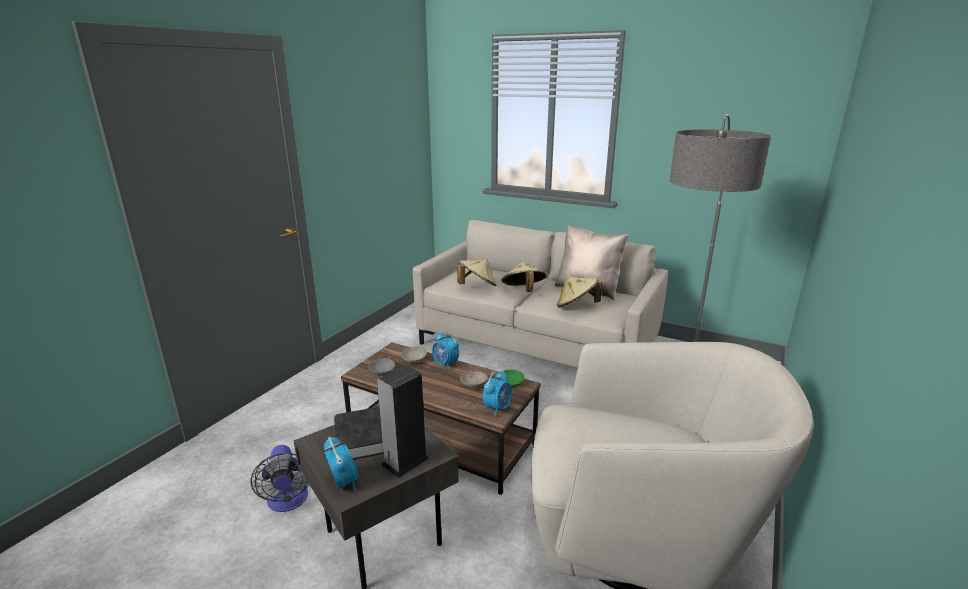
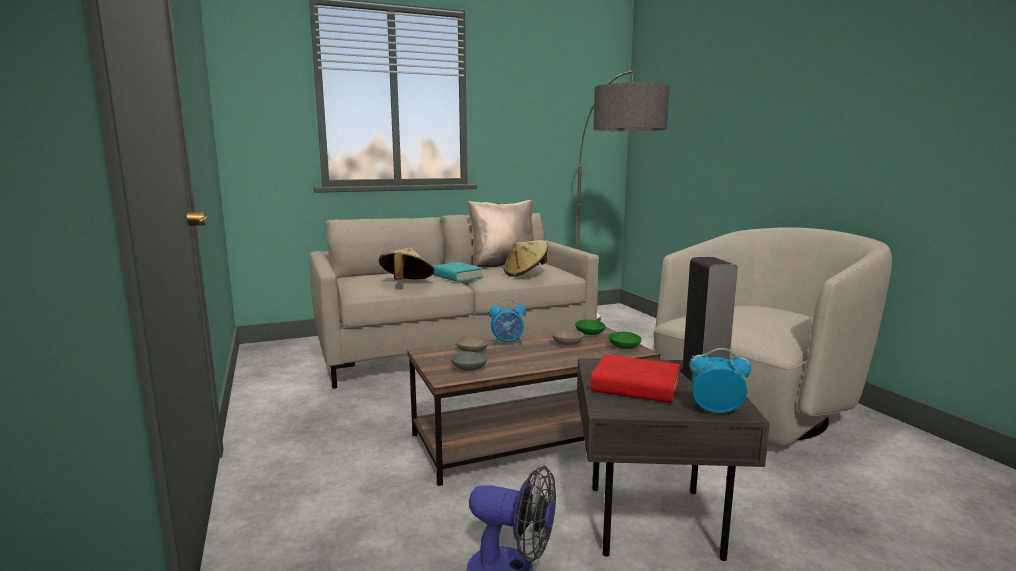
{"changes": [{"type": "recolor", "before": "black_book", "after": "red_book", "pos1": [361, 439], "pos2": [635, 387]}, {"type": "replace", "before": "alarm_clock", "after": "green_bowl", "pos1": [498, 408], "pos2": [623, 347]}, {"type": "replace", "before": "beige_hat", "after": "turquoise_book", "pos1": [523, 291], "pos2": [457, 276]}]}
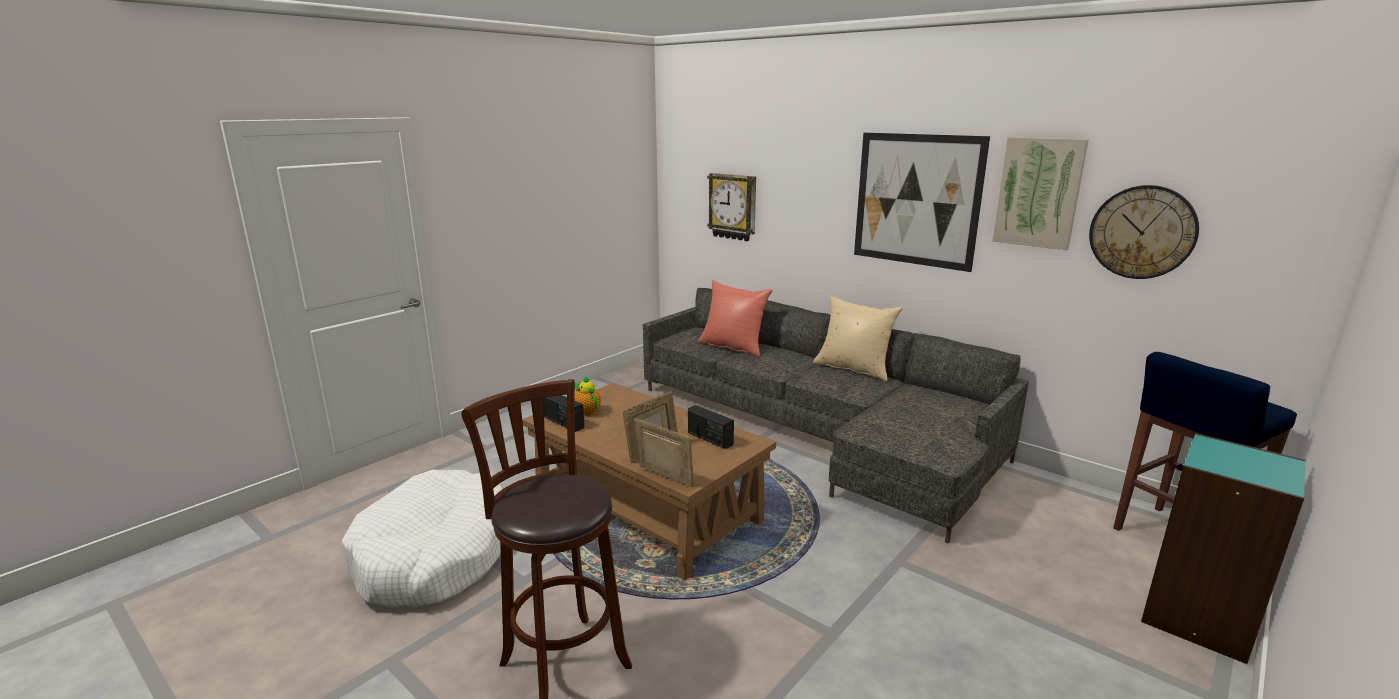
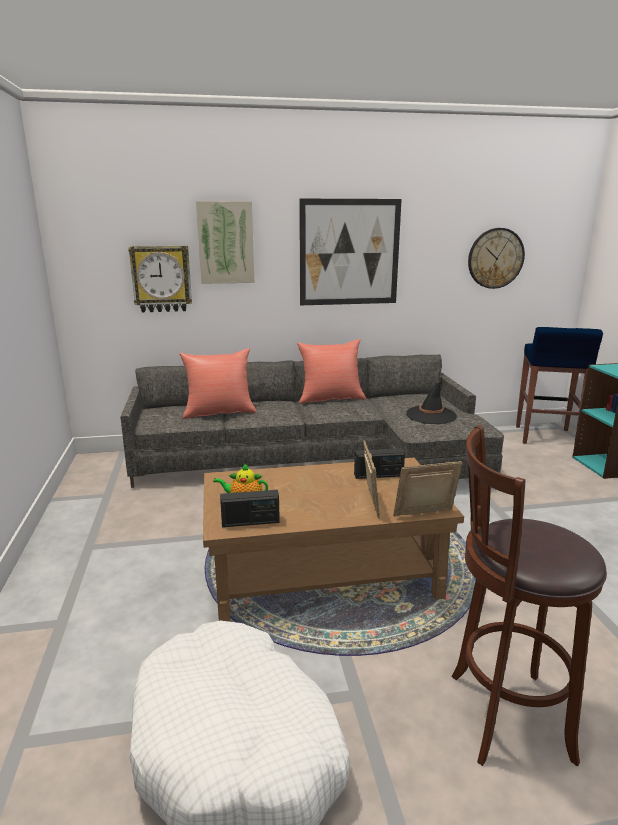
{"changes": [{"type": "recolor", "before": "beige_pillow", "after": "red_pillow", "pos1": [853, 368], "pos2": [330, 398]}, {"type": "move", "before": "picture", "pos1": [1038, 192], "pos2": [225, 242]}, {"type": "insert", "after": "black_hat", "pos2": [431, 415]}]}
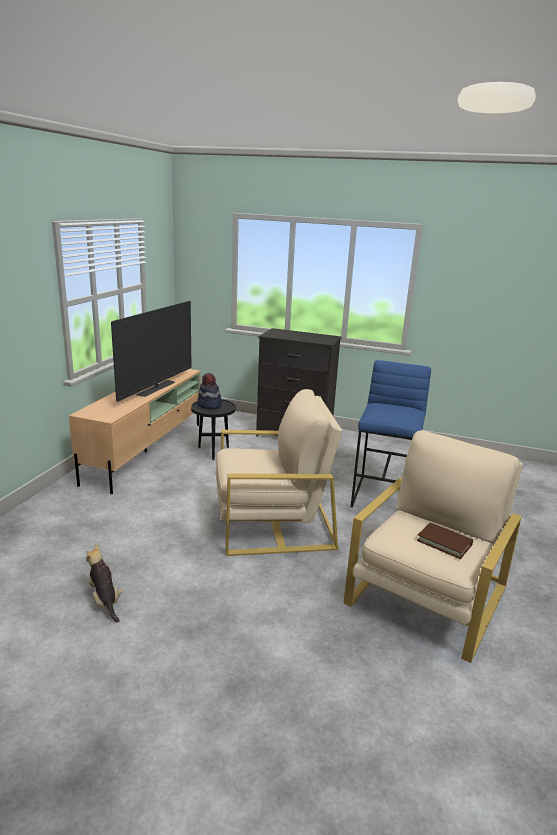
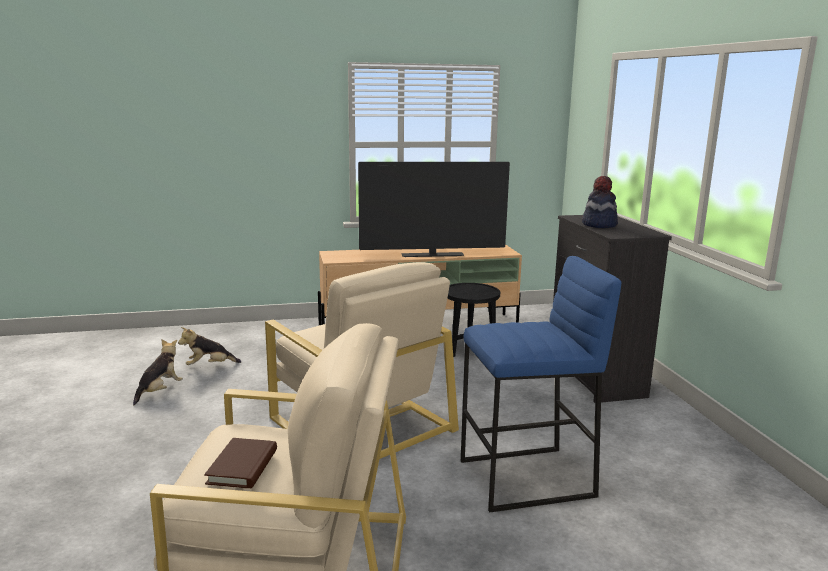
{"changes": [{"type": "move", "before": "hat", "pos1": [209, 405], "pos2": [598, 225]}, {"type": "insert", "after": "plush_toy", "pos2": [209, 366]}]}
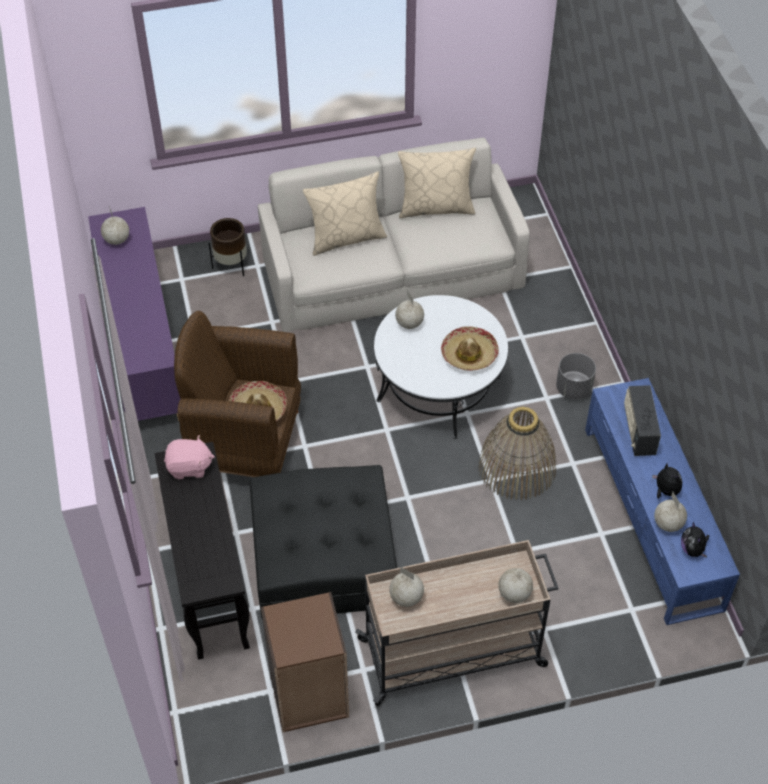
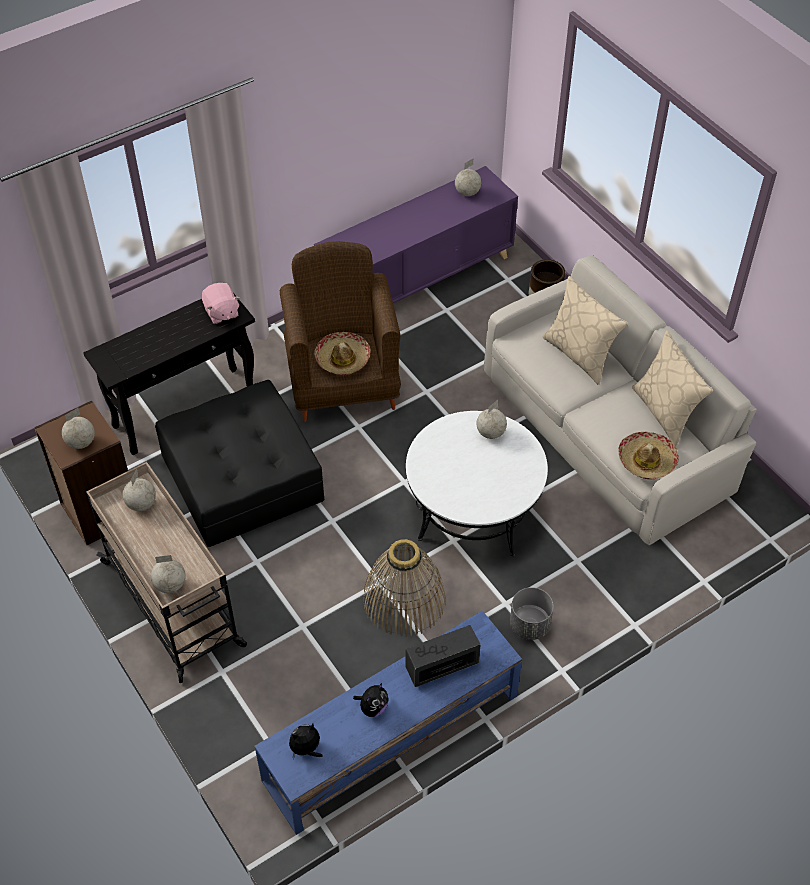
{"changes": [{"type": "move", "before": "hat", "pos1": [469, 354], "pos2": [647, 460]}, {"type": "move", "before": "globe", "pos1": [668, 524], "pos2": [81, 442]}]}
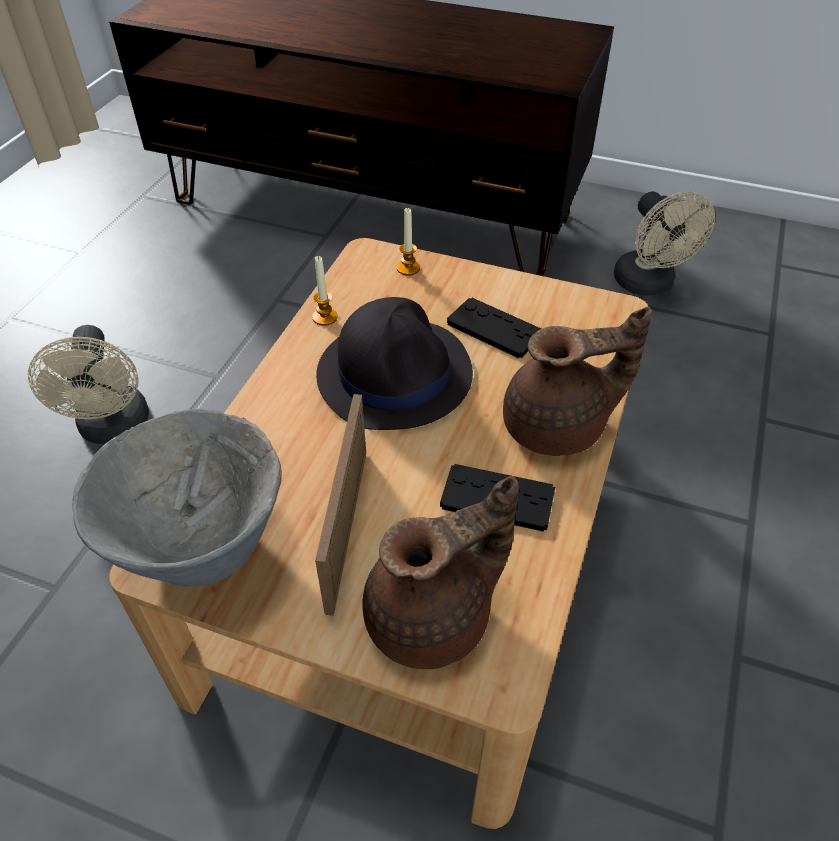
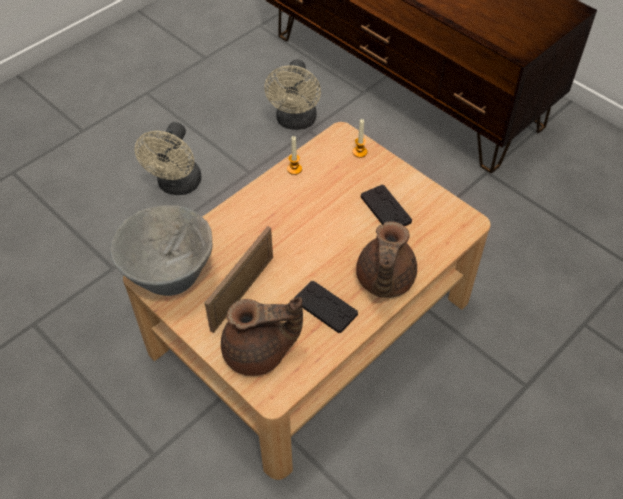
{"changes": [{"type": "delete", "before": "black_hat", "pos1": [395, 374]}, {"type": "rotate", "before": "brown_teapot", "pos1": [558, 427], "pos2": [384, 281], "turn": 90}, {"type": "move", "before": "beige_fan", "pos1": [648, 285], "pos2": [295, 122]}]}
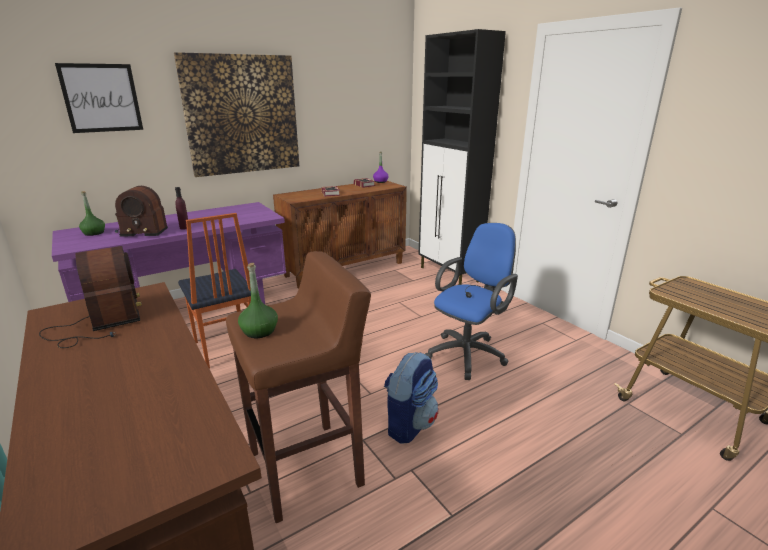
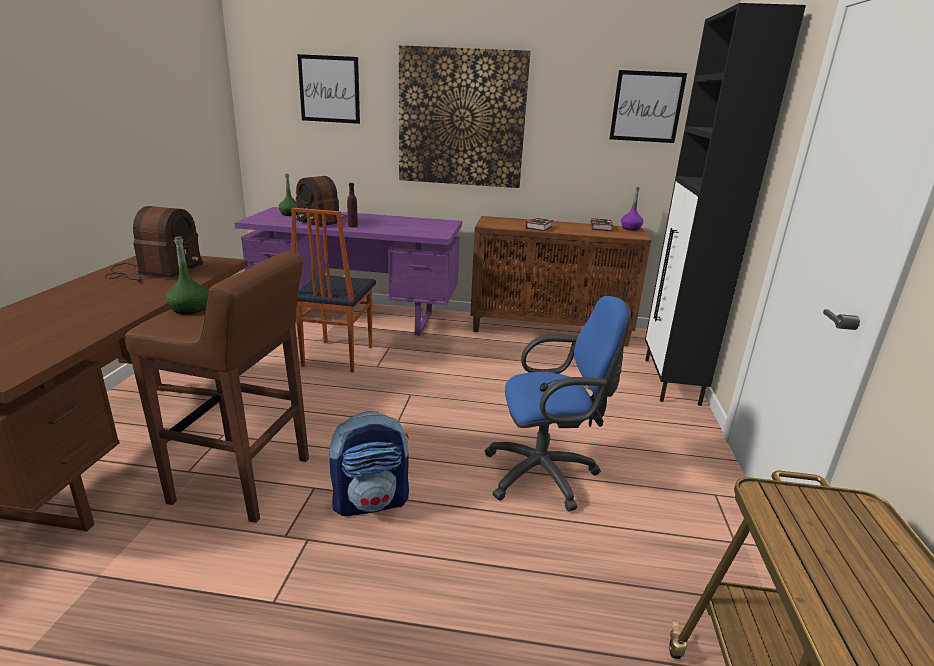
{"changes": [{"type": "insert", "after": "picture", "pos2": [646, 107]}]}
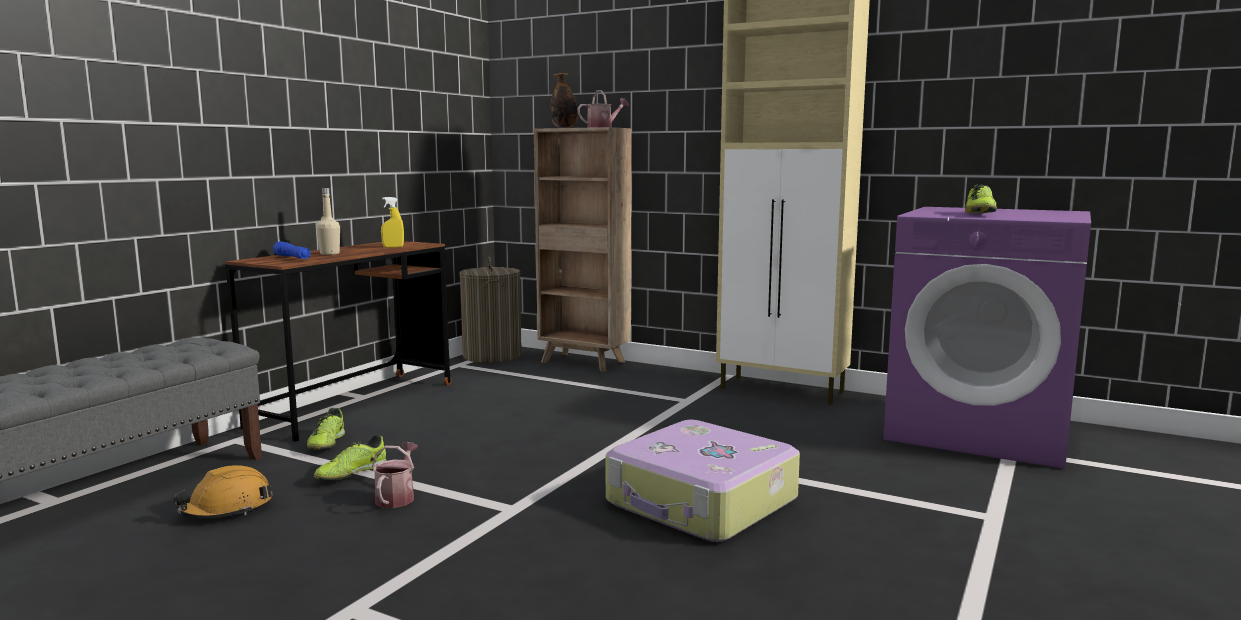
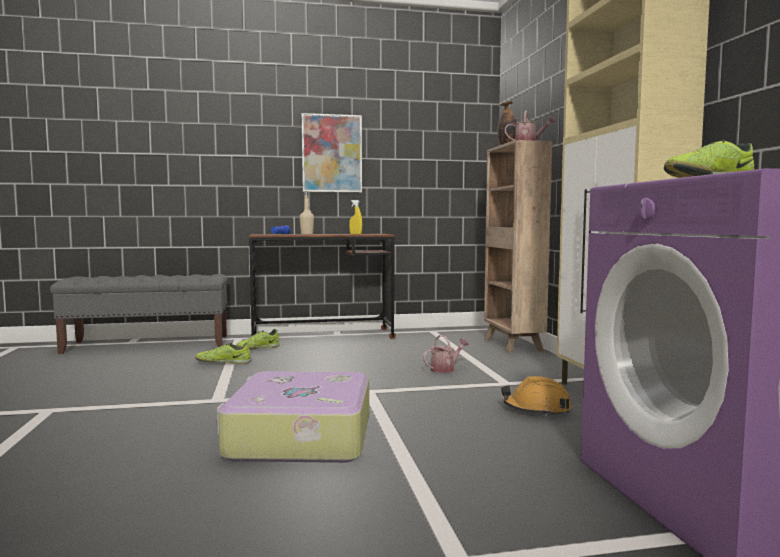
{"changes": [{"type": "move", "before": "orange_hard_hat", "pos1": [227, 509], "pos2": [536, 409]}, {"type": "move", "before": "watering_can", "pos1": [397, 497], "pos2": [445, 369]}, {"type": "delete", "before": "laundry_basket", "pos1": [492, 356]}, {"type": "insert", "after": "picture", "pos2": [332, 153]}]}
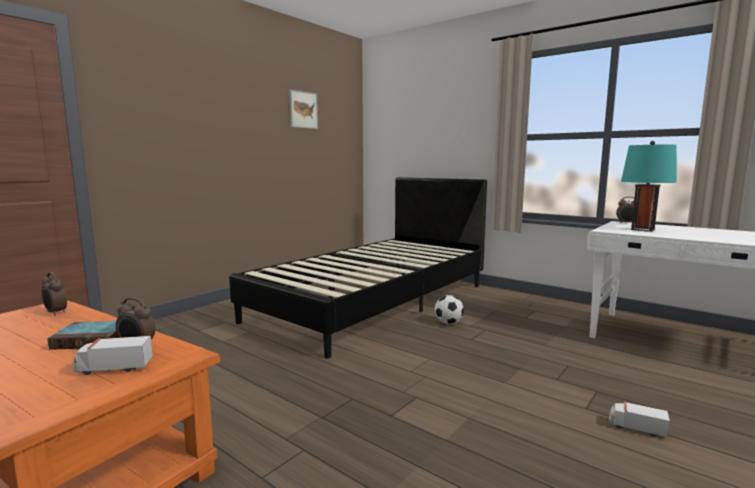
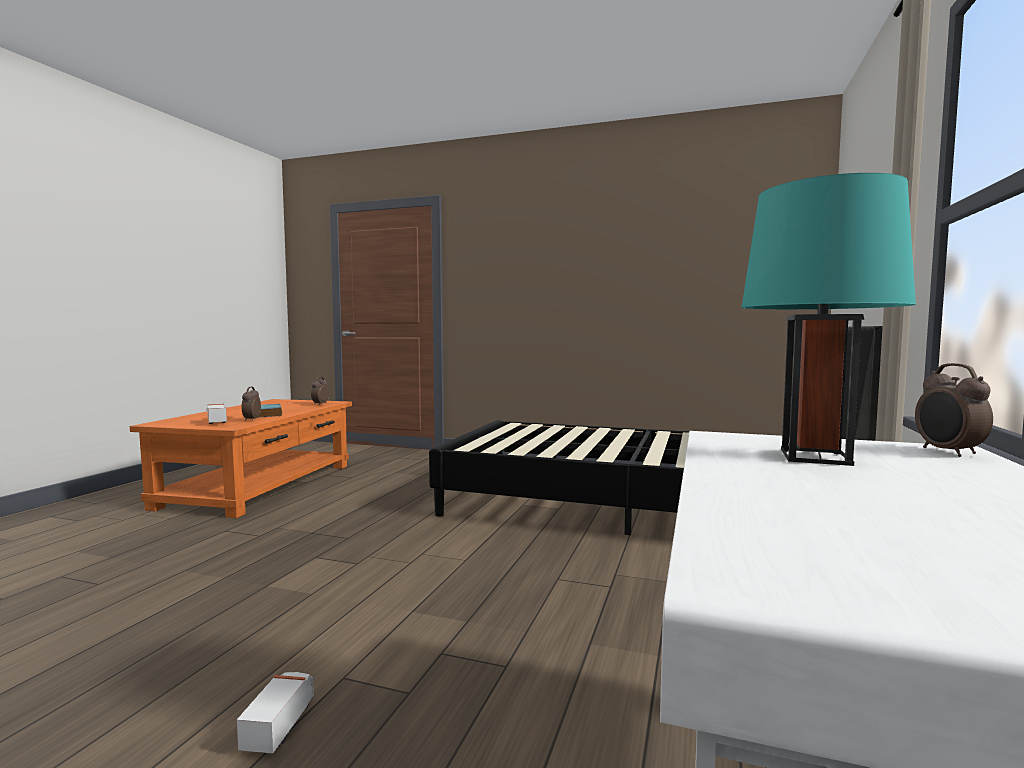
{"changes": [{"type": "delete", "before": "picture", "pos1": [303, 110]}, {"type": "delete", "before": "football", "pos1": [448, 323]}]}
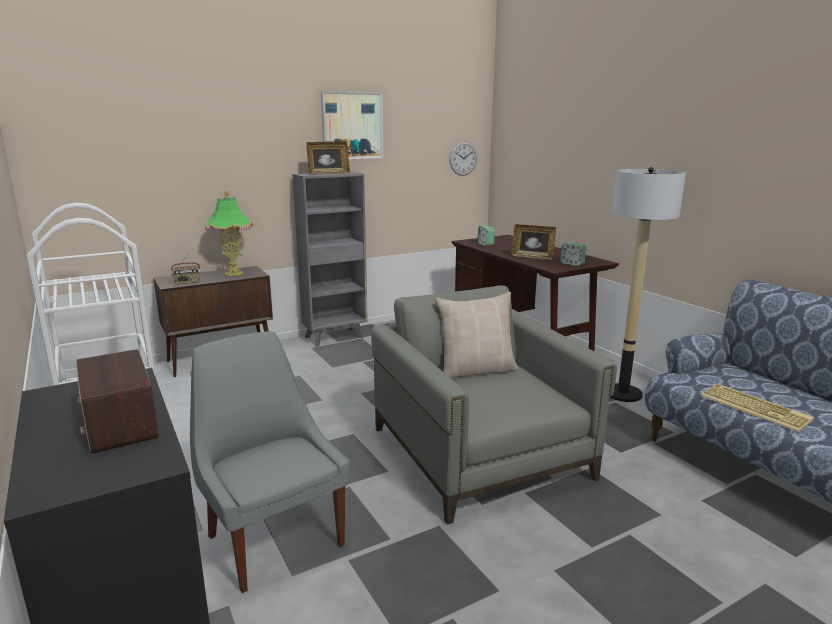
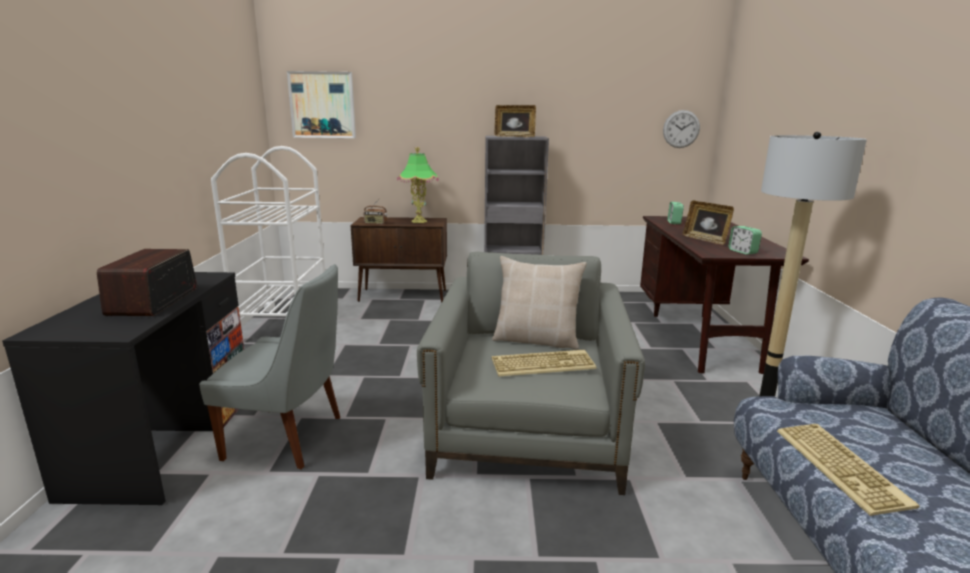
{"changes": [{"type": "rotate", "before": "grey_chair", "pos1": [273, 538], "pos2": [289, 438], "turn": 105}, {"type": "move", "before": "picture", "pos1": [352, 125], "pos2": [322, 105]}, {"type": "insert", "after": "keyboard", "pos2": [543, 363]}]}
